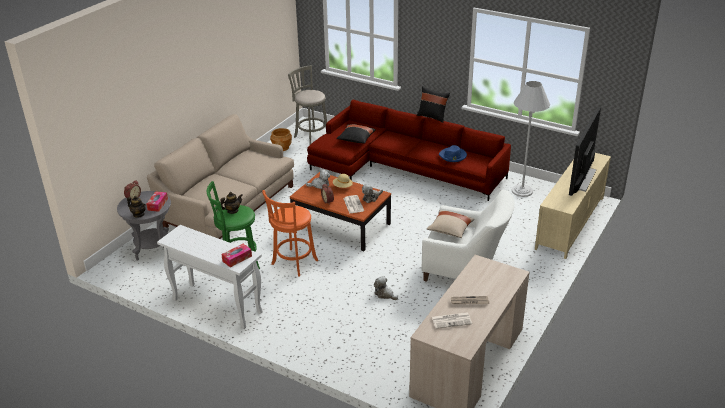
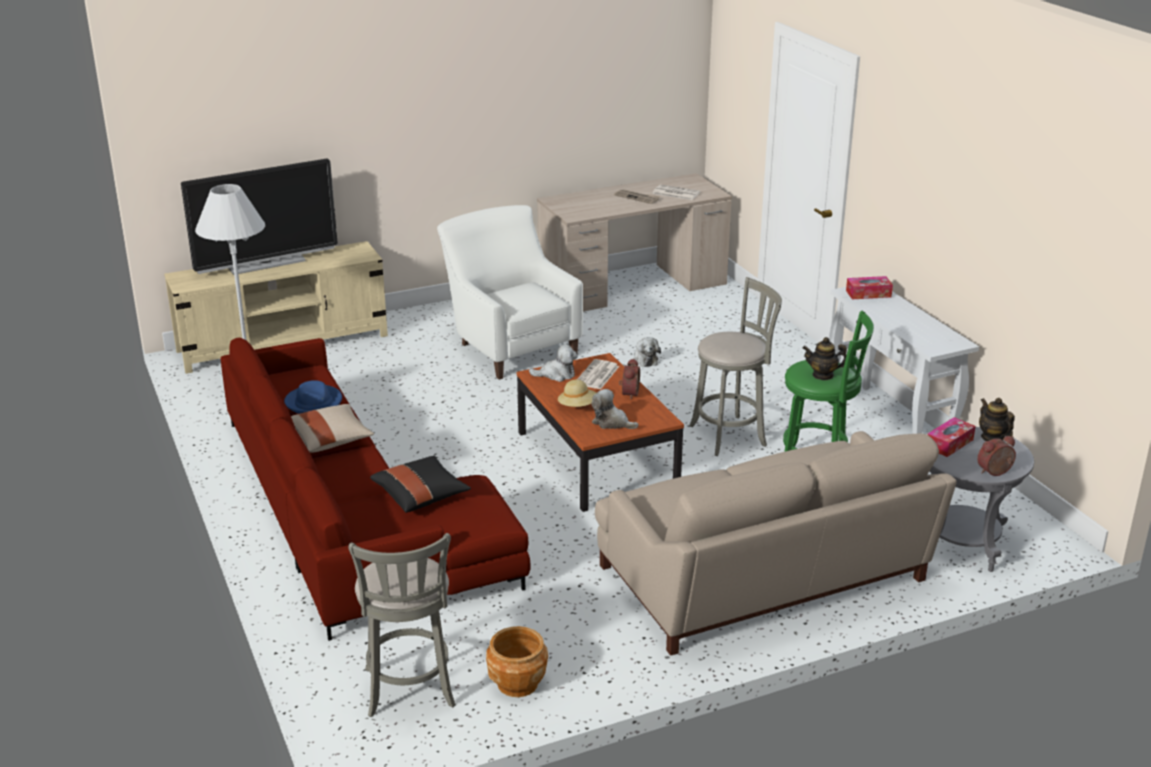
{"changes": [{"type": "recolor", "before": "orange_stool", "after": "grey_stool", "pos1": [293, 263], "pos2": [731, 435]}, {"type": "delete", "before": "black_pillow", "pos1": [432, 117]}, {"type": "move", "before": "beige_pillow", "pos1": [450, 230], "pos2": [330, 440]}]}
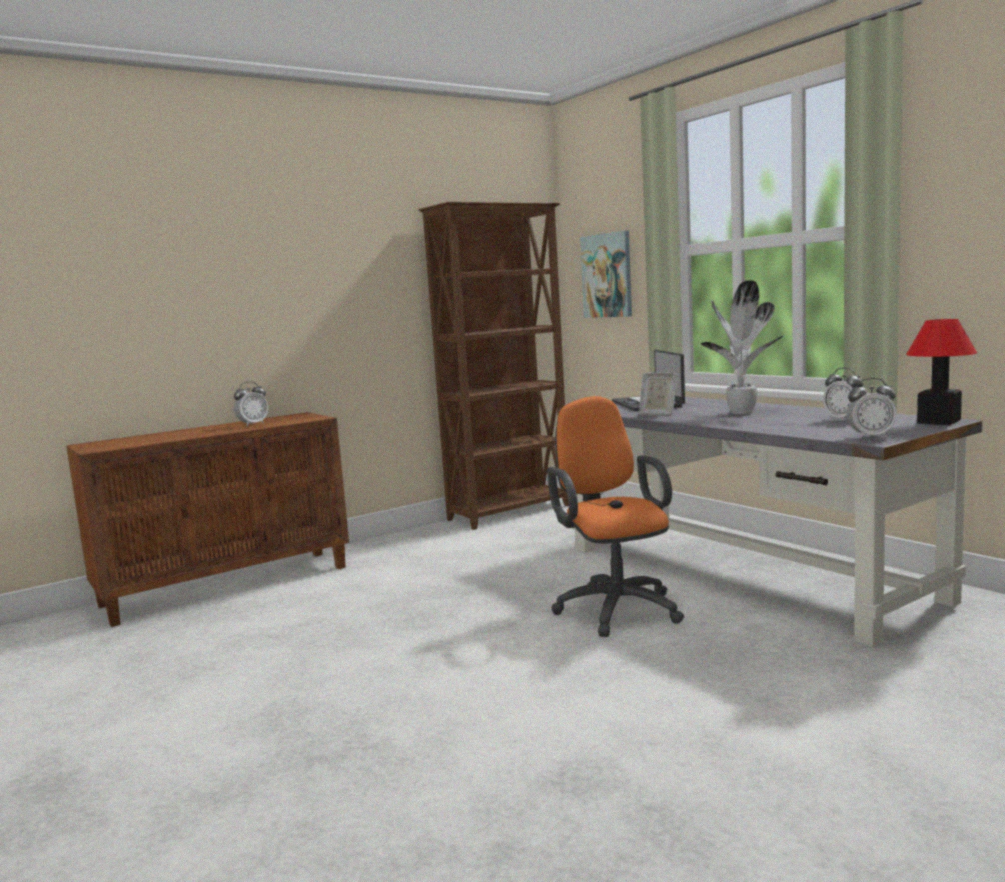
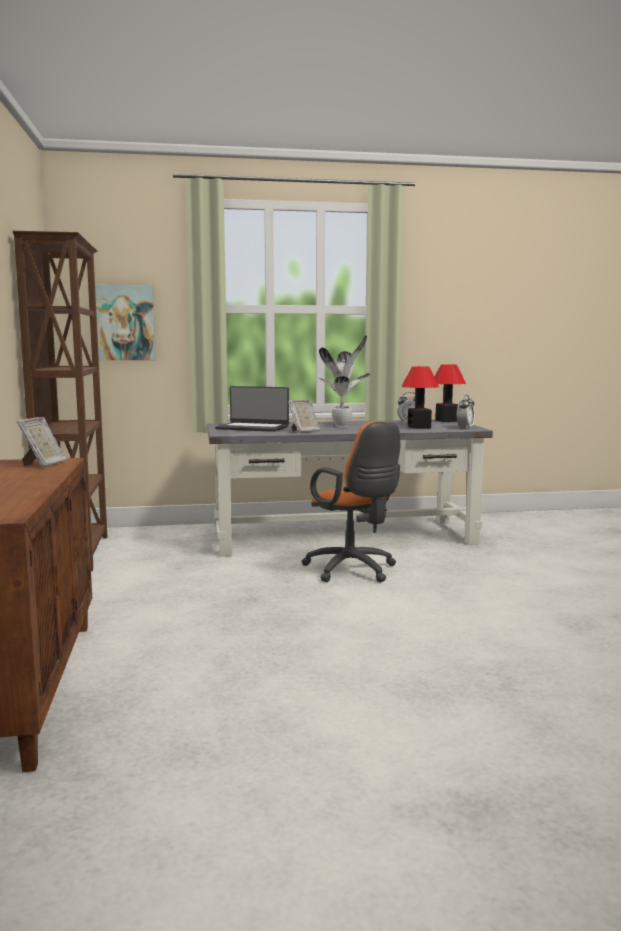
{"changes": [{"type": "delete", "before": "alarm_clock", "pos1": [253, 424]}, {"type": "rotate", "before": "orange_office_chair", "pos1": [615, 608], "pos2": [353, 571], "turn": -135}, {"type": "insert", "after": "picture_frame", "pos2": [43, 464]}, {"type": "insert", "after": "table_lamp", "pos2": [419, 427]}]}
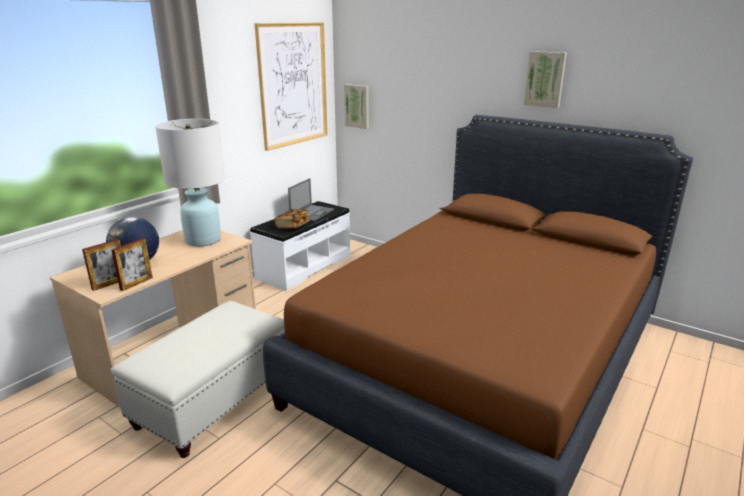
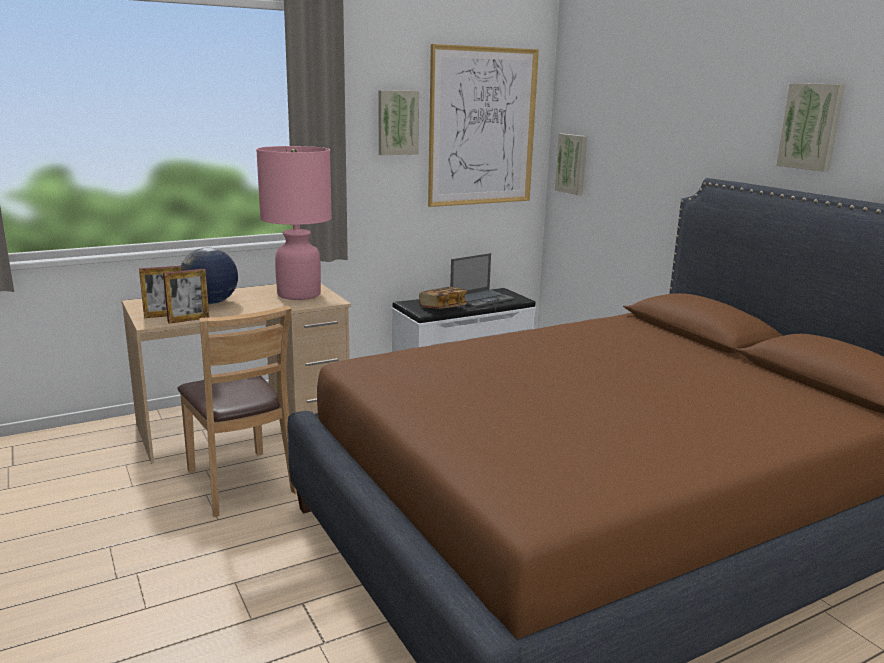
{"changes": [{"type": "replace", "before": "white_ottoman", "after": "brown_chair", "pos1": [212, 402], "pos2": [241, 482]}, {"type": "recolor", "before": "white_table_lamp", "after": "pink_table_lamp", "pos1": [203, 240], "pos2": [298, 294]}, {"type": "insert", "after": "picture", "pos2": [397, 122]}]}
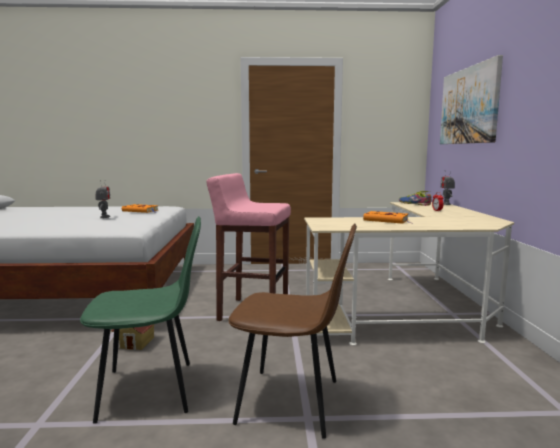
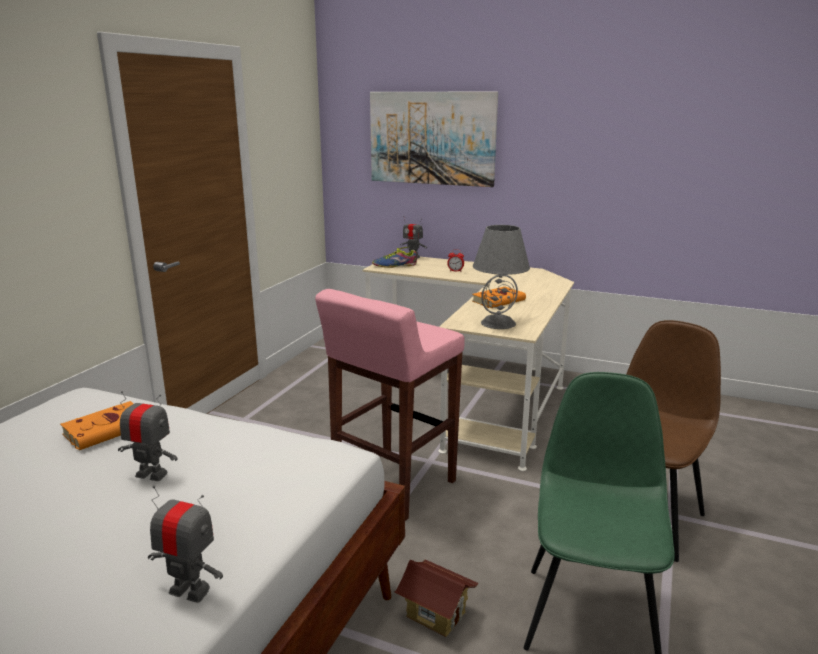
{"changes": [{"type": "insert", "after": "toy_robot", "pos2": [189, 591]}, {"type": "insert", "after": "grey_table_lamp", "pos2": [498, 323]}]}
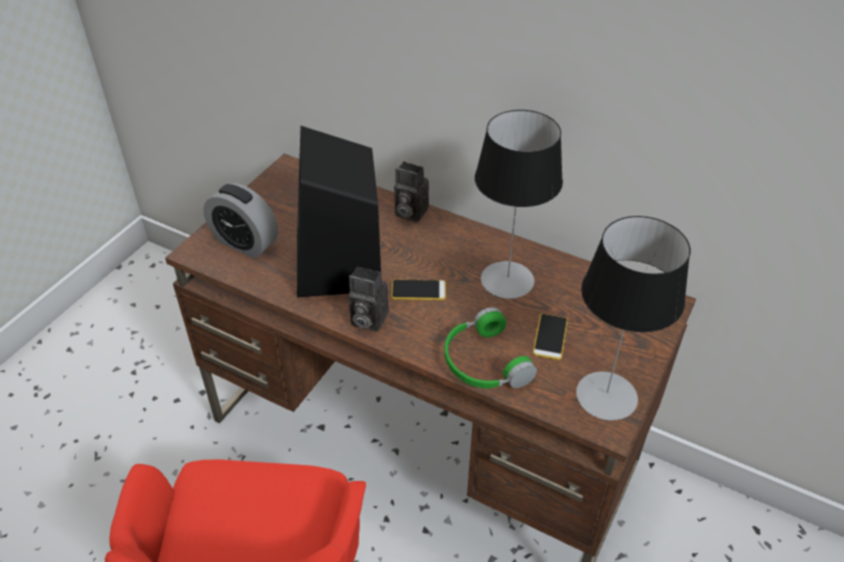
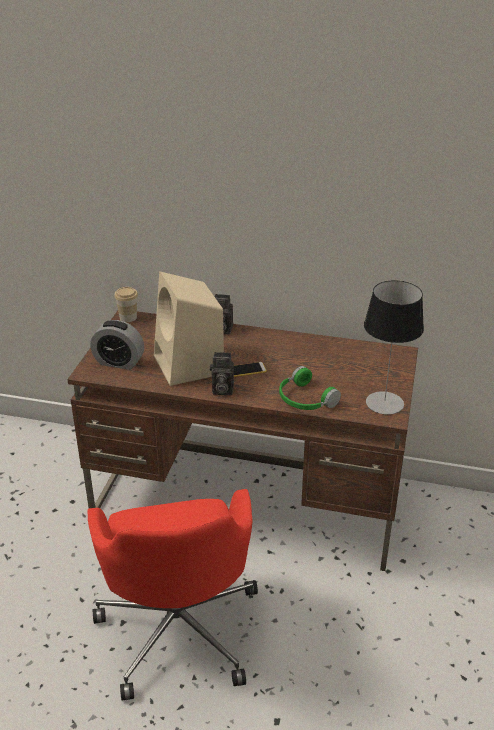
{"changes": [{"type": "recolor", "before": "black_speaker", "after": "beige_speaker", "pos1": [339, 267], "pos2": [189, 365]}, {"type": "delete", "before": "table_lamp", "pos1": [507, 280]}, {"type": "delete", "before": "phone", "pos1": [550, 337]}, {"type": "insert", "after": "cup", "pos2": [128, 317]}]}
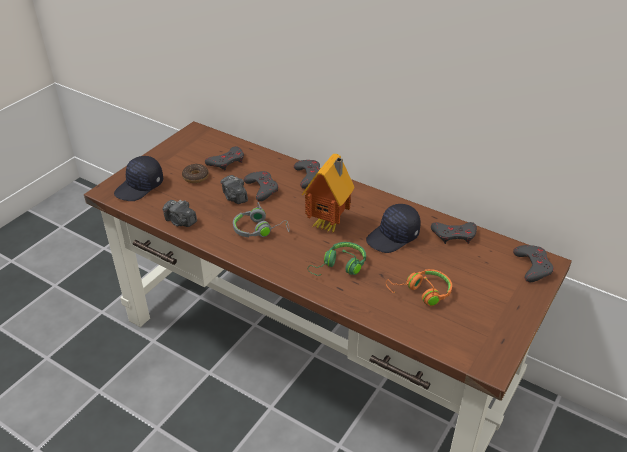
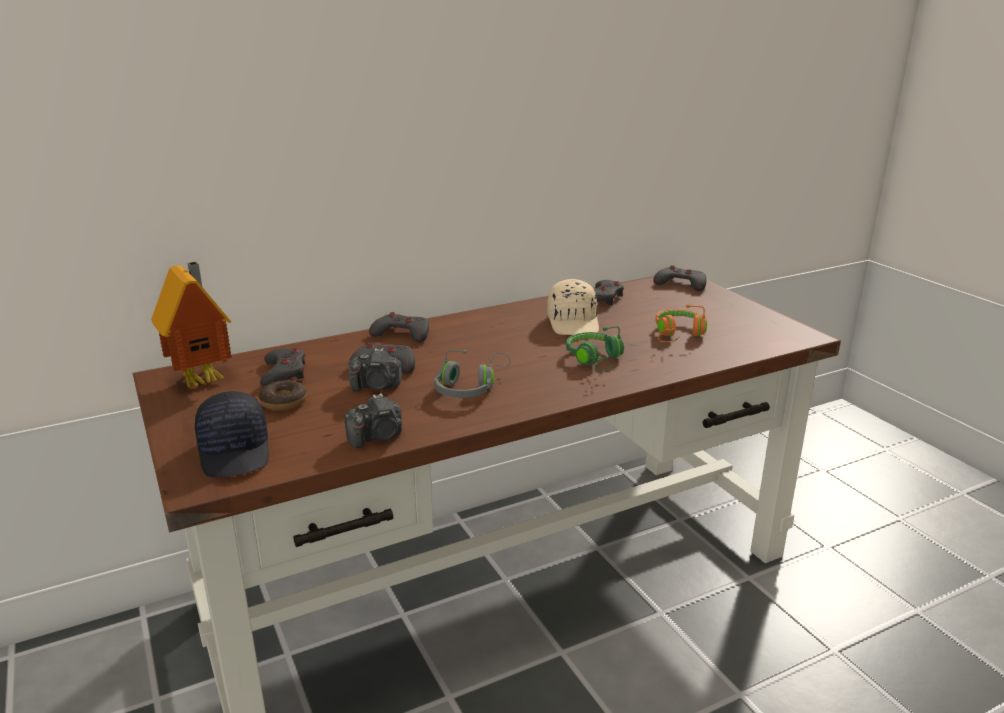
{"changes": [{"type": "move", "before": "toy_house", "pos1": [329, 225], "pos2": [204, 379]}, {"type": "recolor", "before": "black_cap", "after": "beige_cap", "pos1": [393, 237], "pos2": [574, 323]}]}
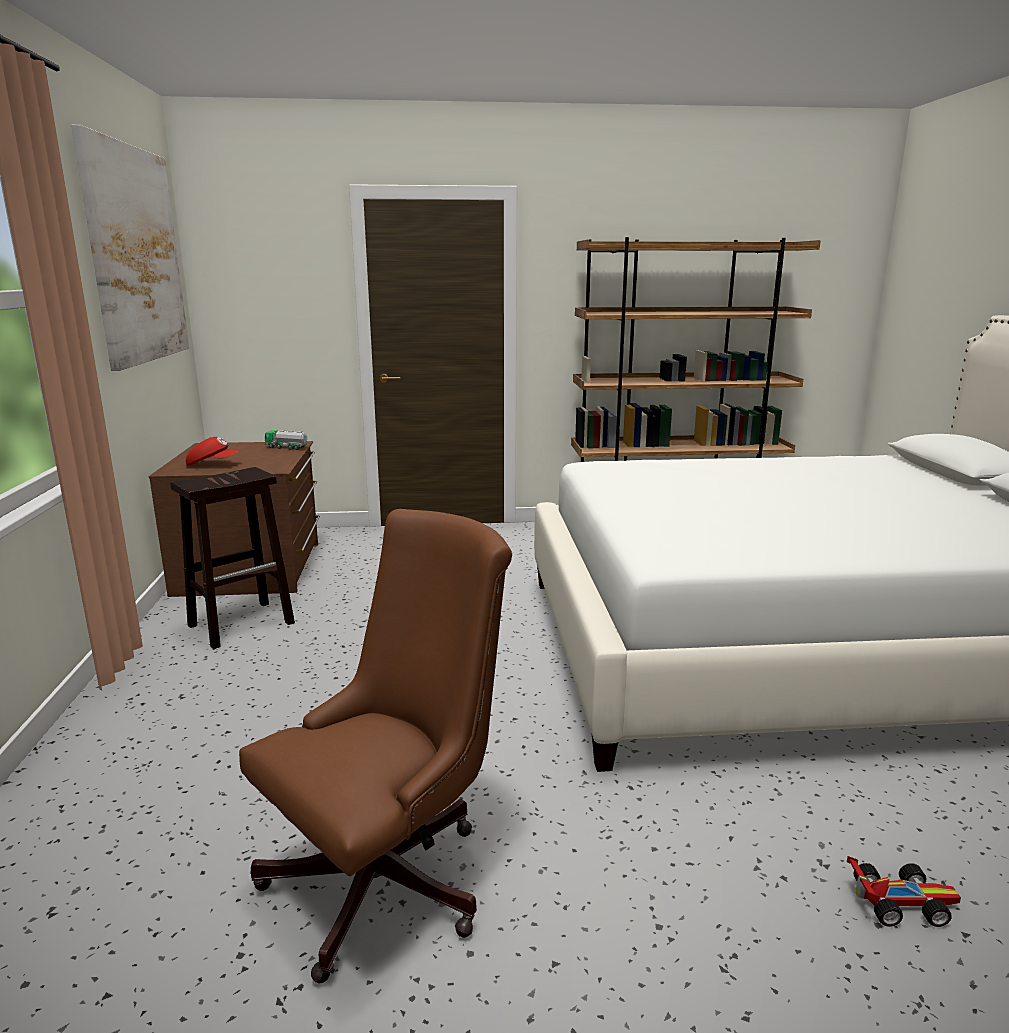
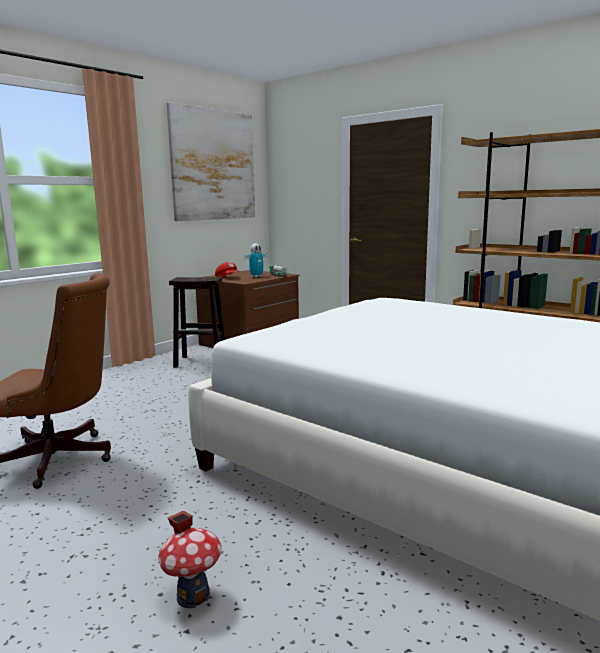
{"changes": [{"type": "replace", "before": "toy_car", "after": "toy_house", "pos1": [899, 901], "pos2": [193, 595]}, {"type": "insert", "after": "toy_robot", "pos2": [256, 276]}]}
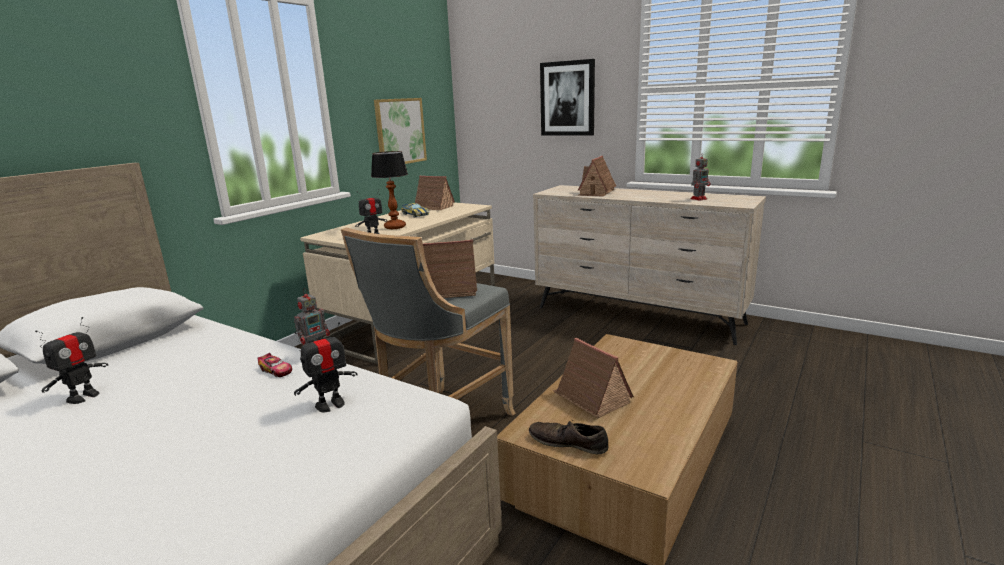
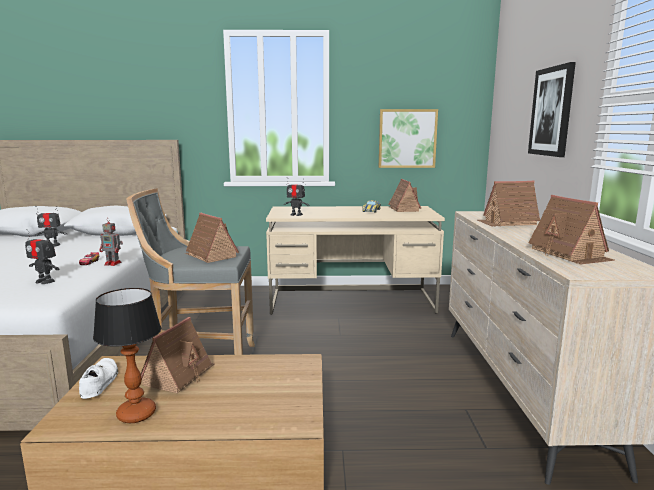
{"changes": [{"type": "move", "before": "table_lamp", "pos1": [394, 227], "pos2": [135, 414]}, {"type": "recolor", "before": "brown_shoe", "after": "white_shoe", "pos1": [568, 442], "pos2": [99, 382]}, {"type": "replace", "before": "toy_robot", "after": "toy_house", "pos1": [699, 199], "pos2": [569, 254]}]}
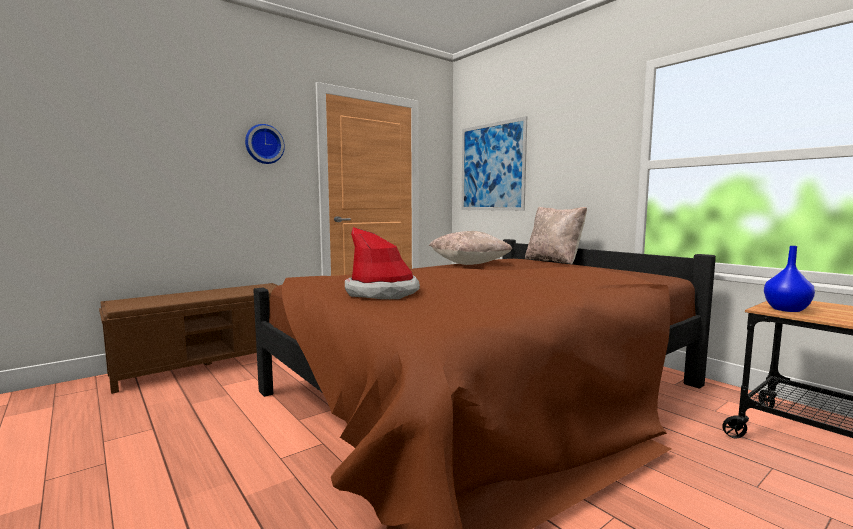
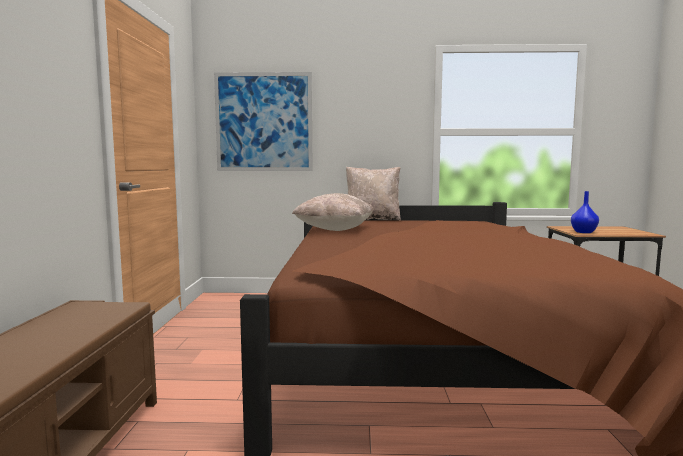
{"changes": [{"type": "delete", "before": "wall_clock", "pos1": [264, 144]}, {"type": "delete", "before": "hat", "pos1": [382, 293]}]}
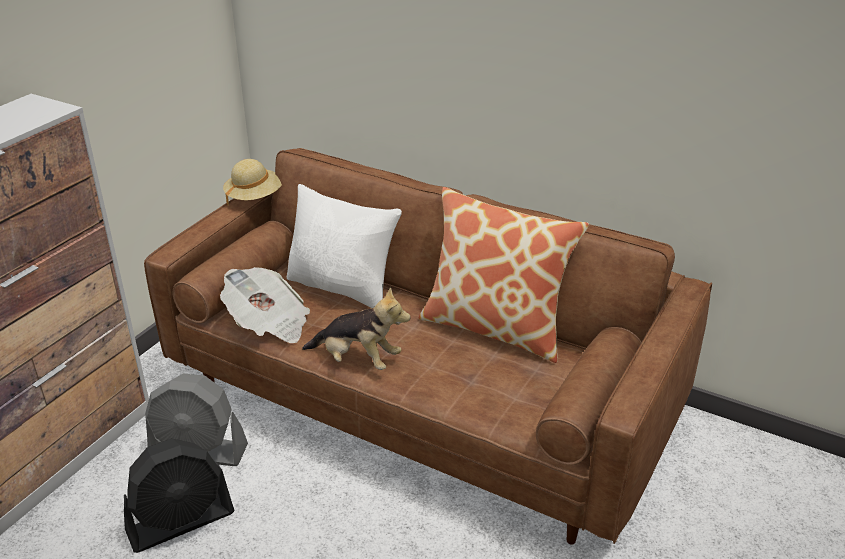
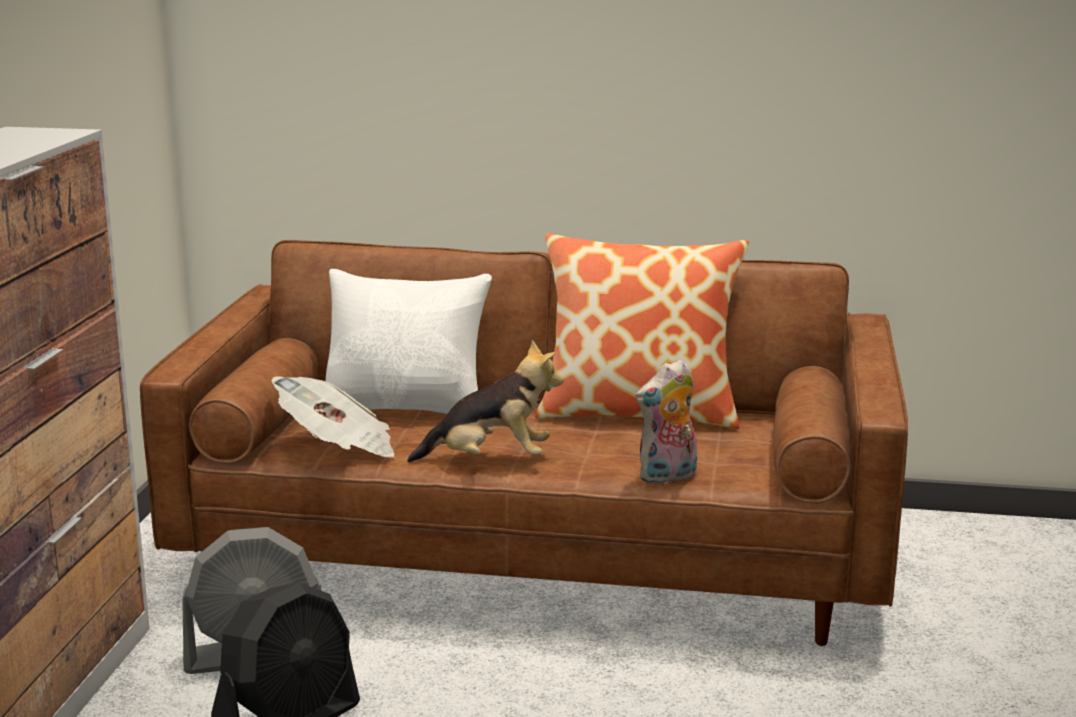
{"changes": [{"type": "delete", "before": "beige_hat", "pos1": [254, 197]}, {"type": "insert", "after": "plush_toy", "pos2": [668, 477]}]}
